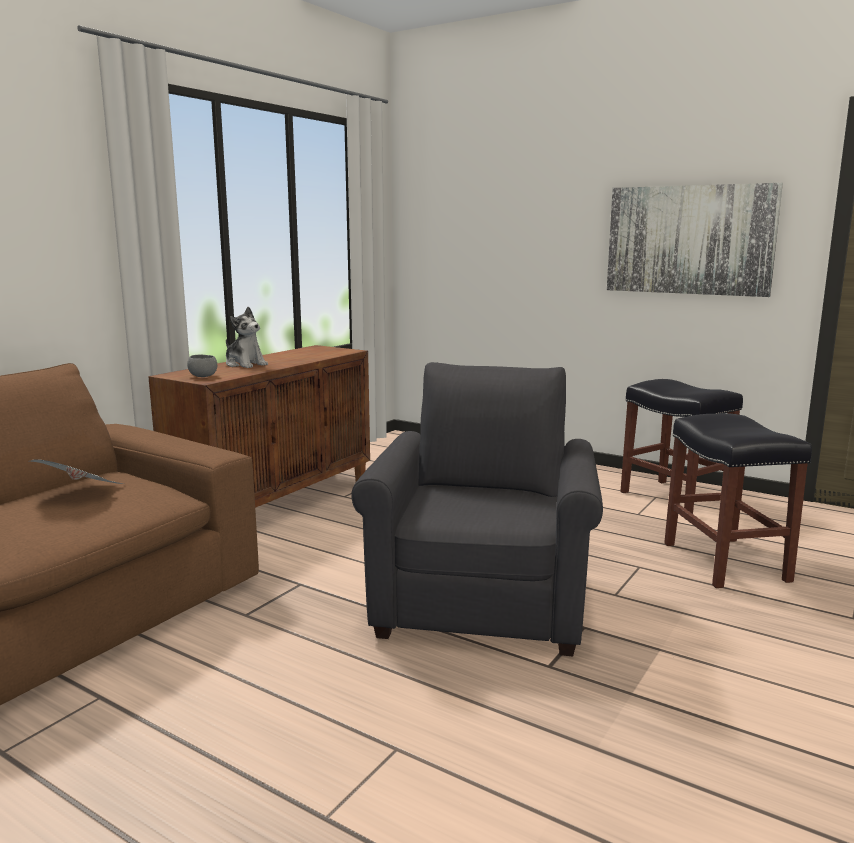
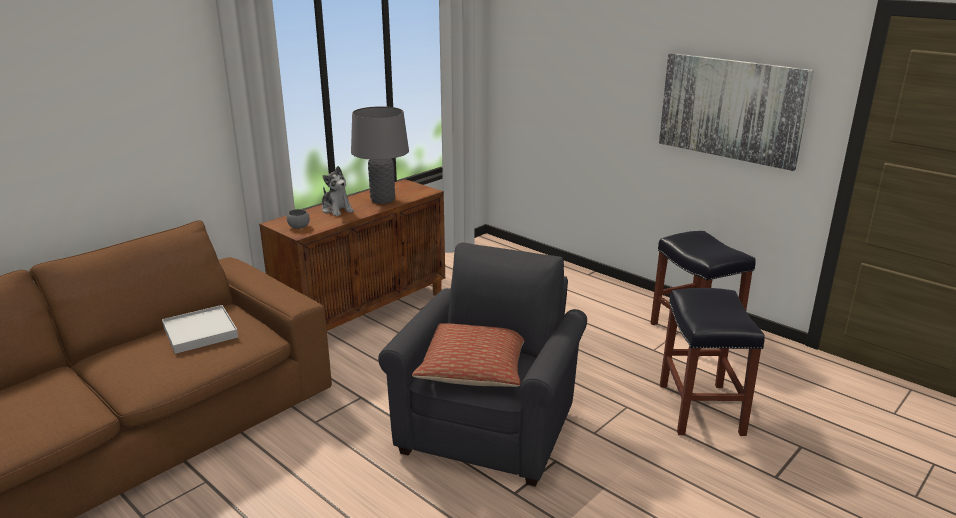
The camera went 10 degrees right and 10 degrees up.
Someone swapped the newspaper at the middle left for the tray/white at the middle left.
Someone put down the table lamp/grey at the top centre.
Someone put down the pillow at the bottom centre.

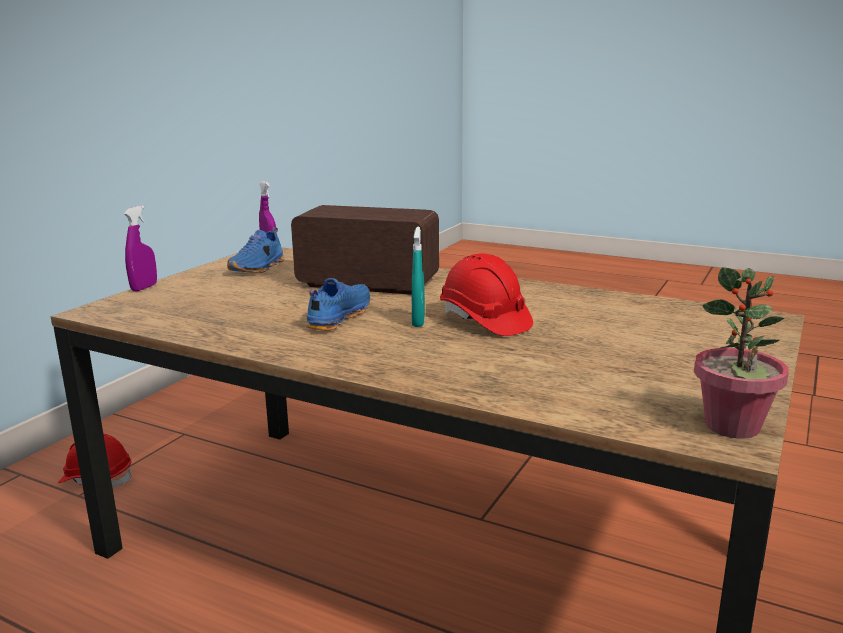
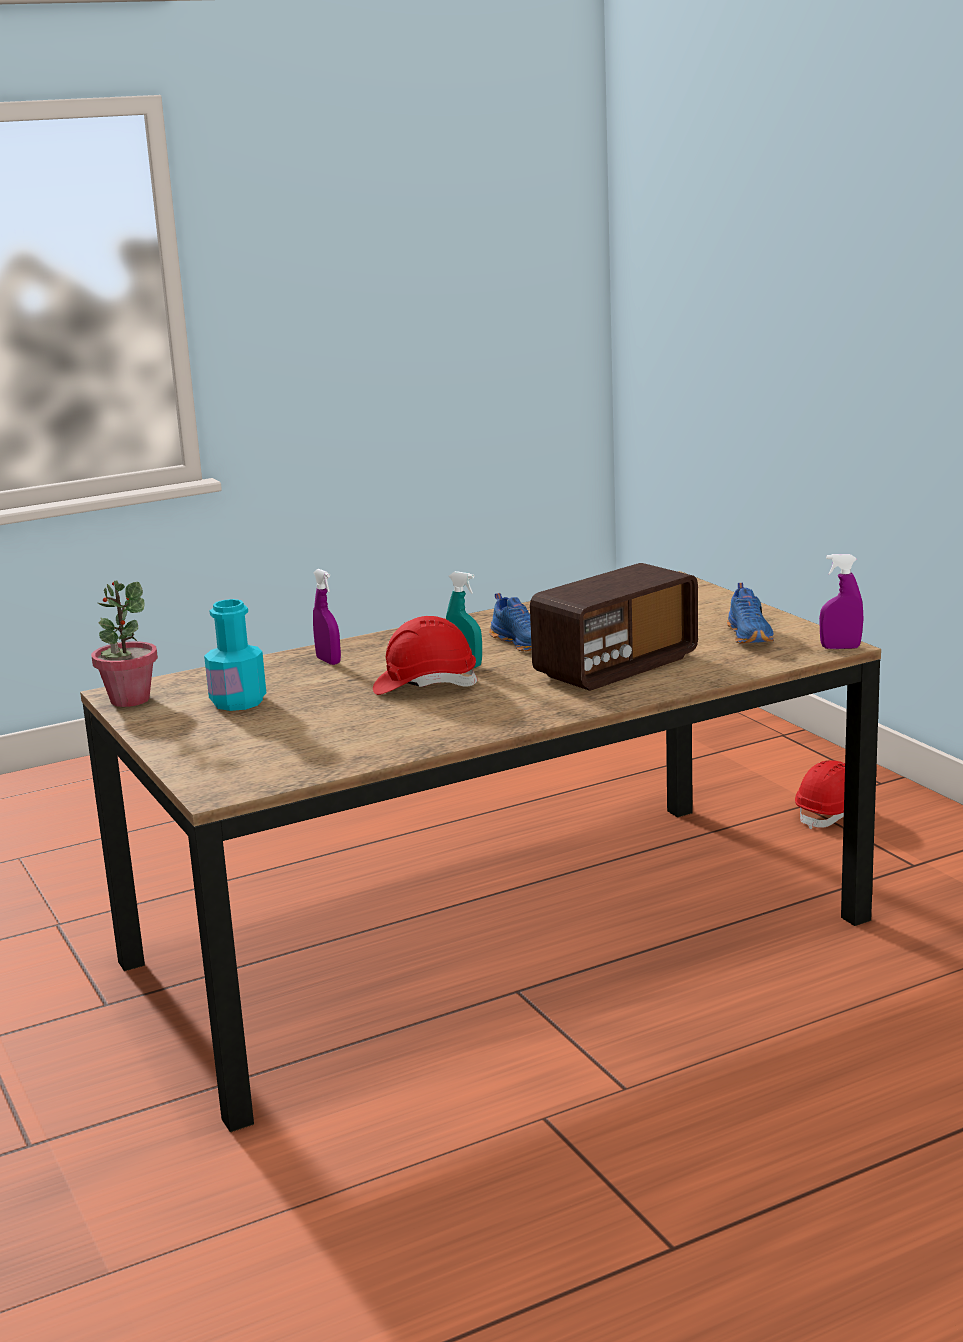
The camera went 125 degrees right and 0 degrees up.
Someone put down the bottle/turquoise at the middle left.
Someone carried the spray bottle/purple (1st from left) from the middle left to the centre.
Someone rotated the shoe/blue (1st from left in the first image) at the middle left by 150 degrees counterclockwise.

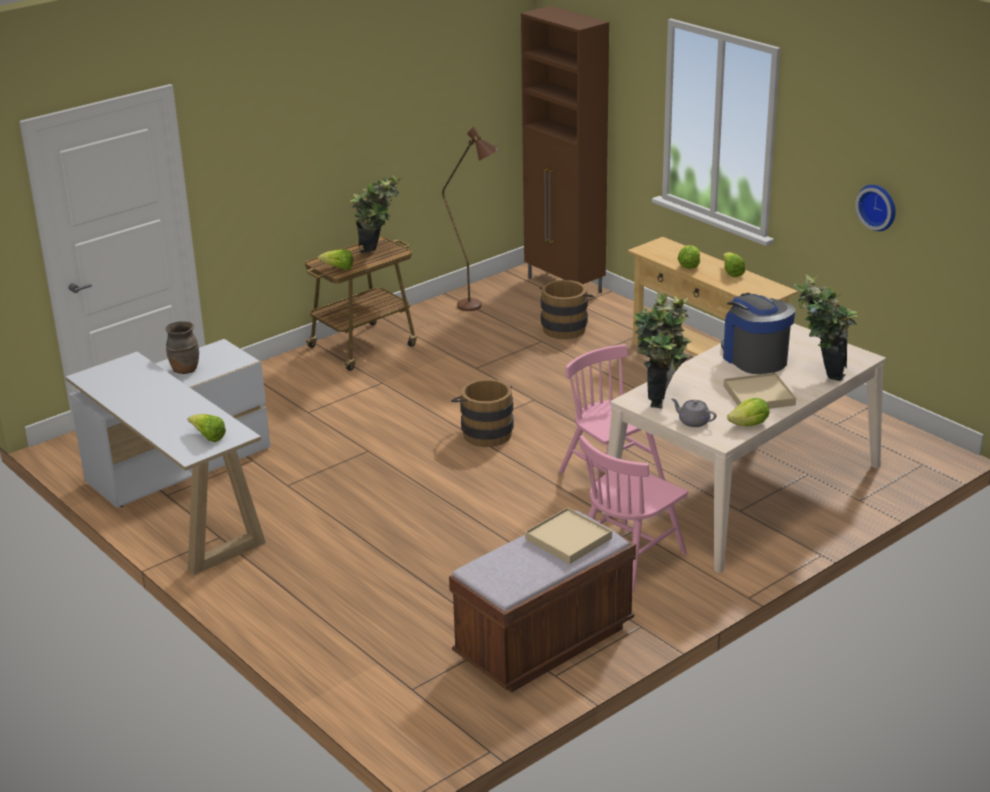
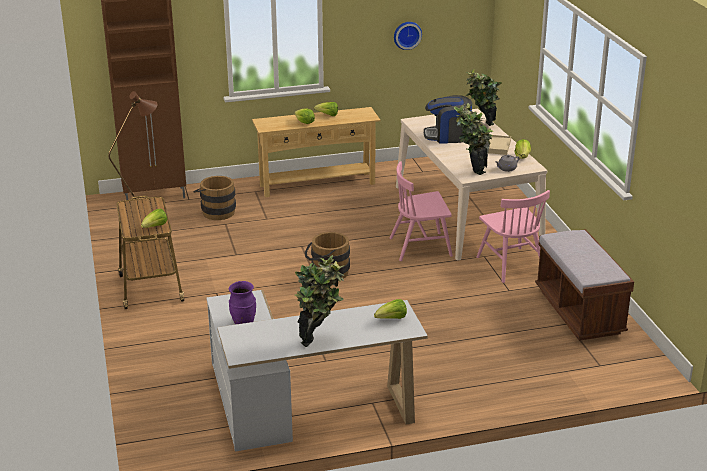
The camera went 65 degrees left and 0 degrees up.
Someone repainted the vase/brown at the middle left, which became the vase/purple at the centre.
Someone carried the potted plant (1st from left) from the top centre to the centre.
Someone took away the tray/beige (1st from left) at the bottom centre.

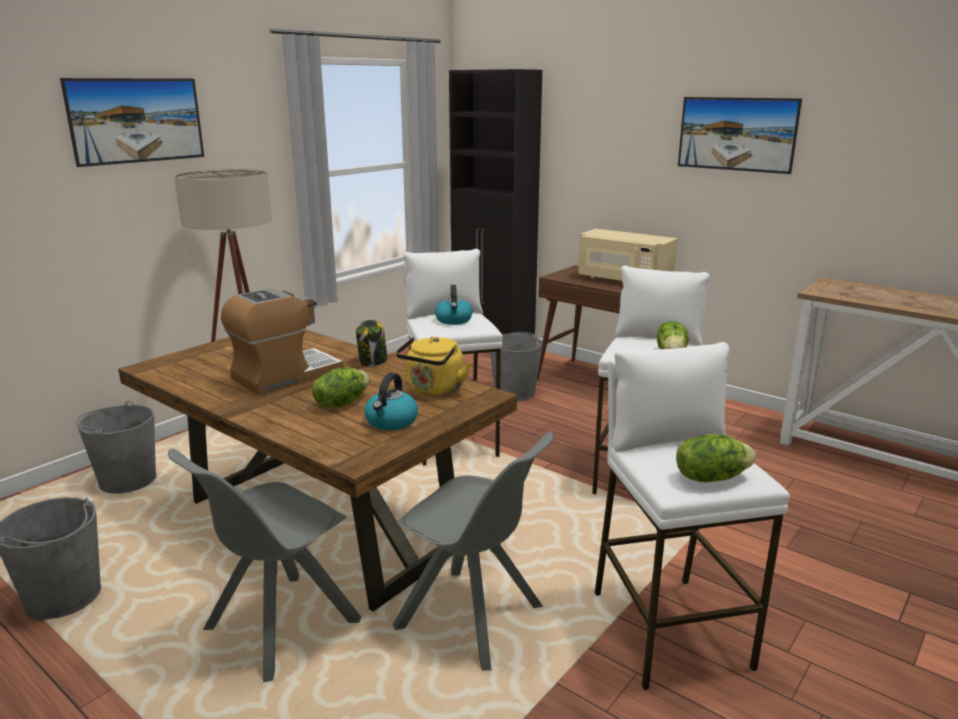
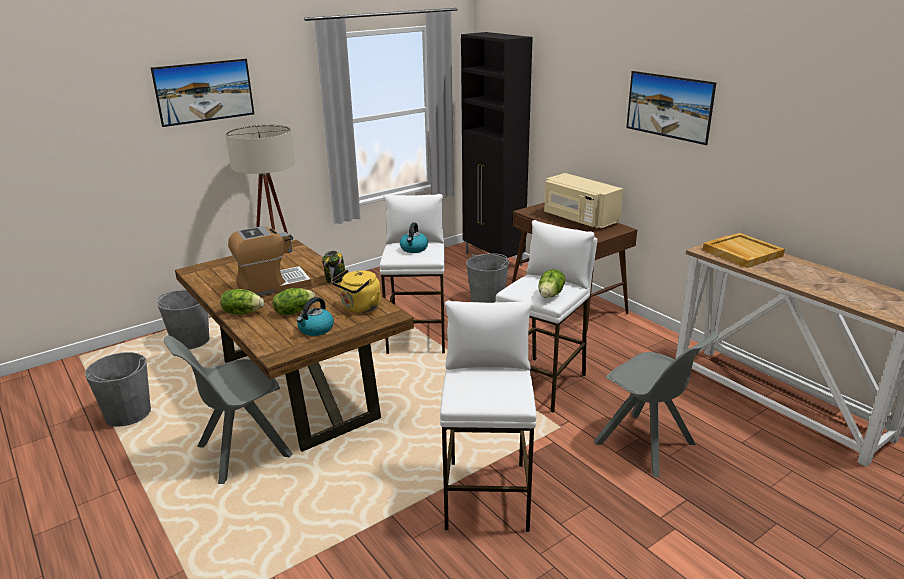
The camera went 15 degrees right and 5 degrees up.
Someone carried the lettuce (3rd from left in the first image) from the middle right to the middle left.
Someone carried the chair/grey (2nd from left) from the bottom centre to the bottom right.
Someone put down the tray/beige at the middle right.

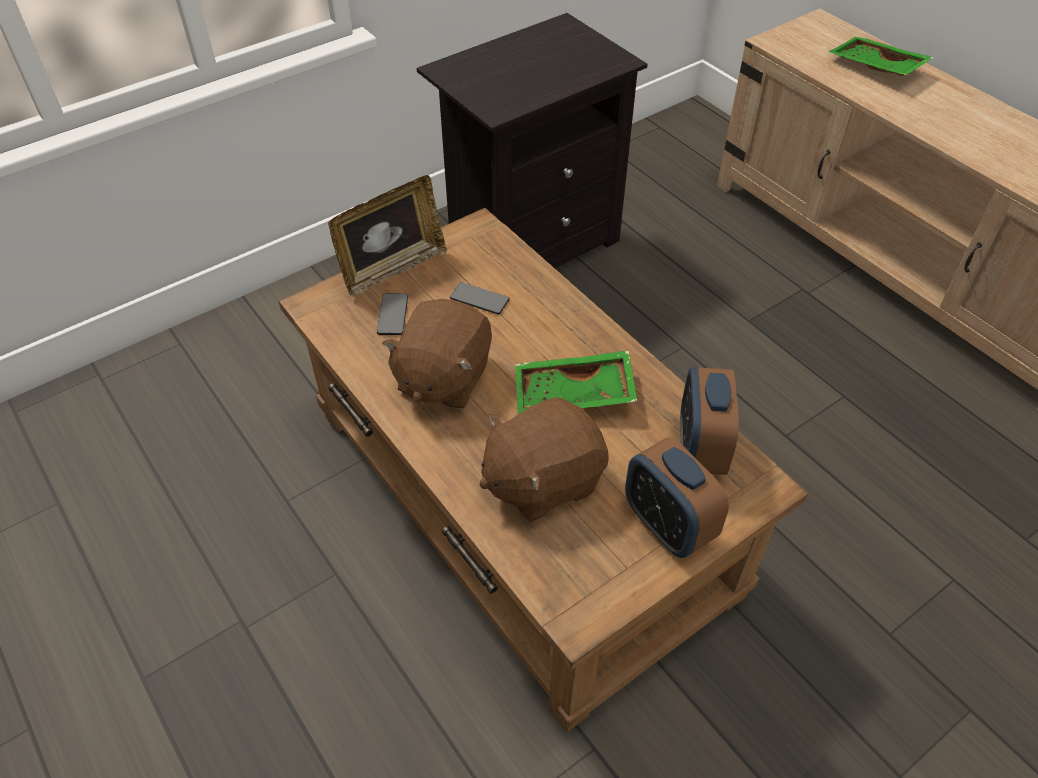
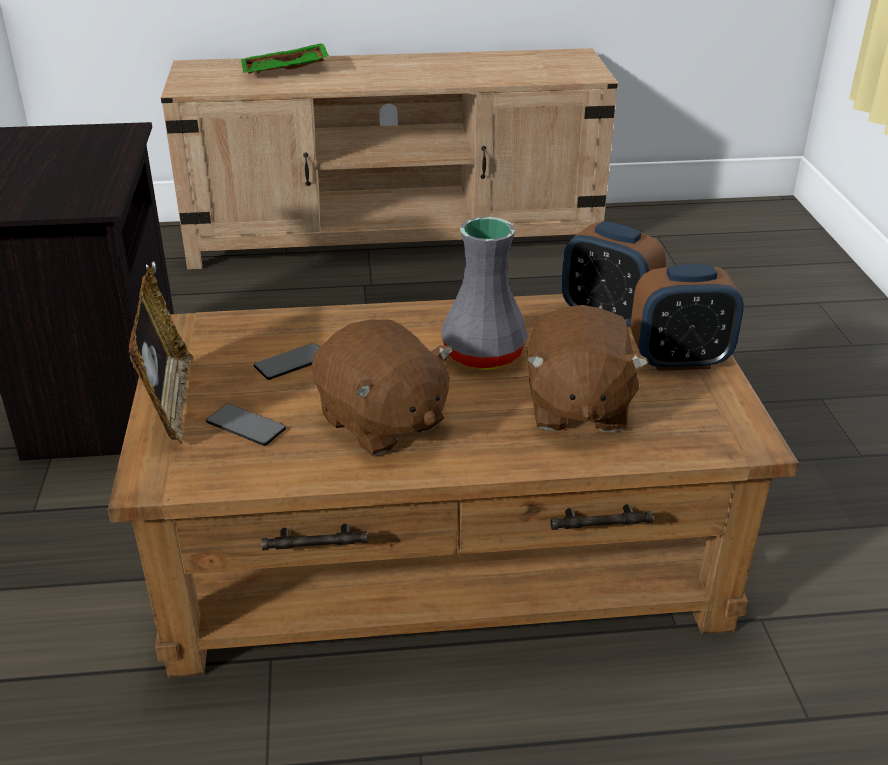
The camera went 60 degrees left and 15 degrees down.
Someone swapped the tray/green (1st from left) at the centre for the vase/grey at the centre.

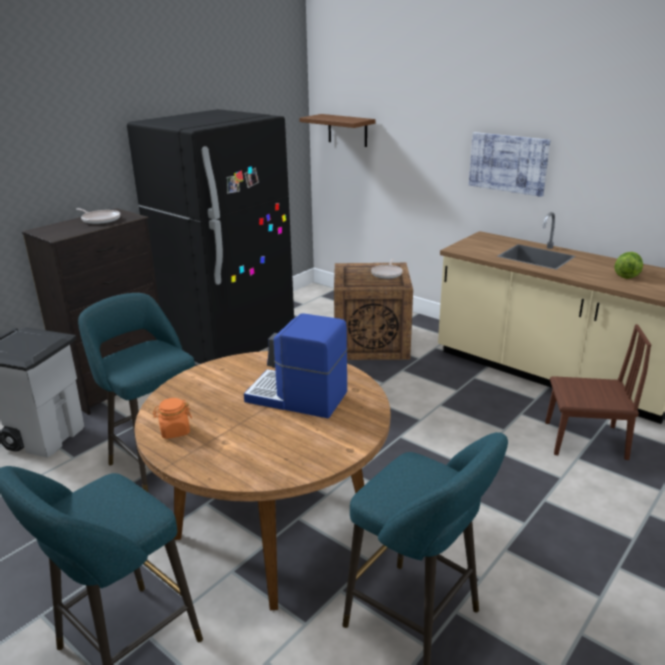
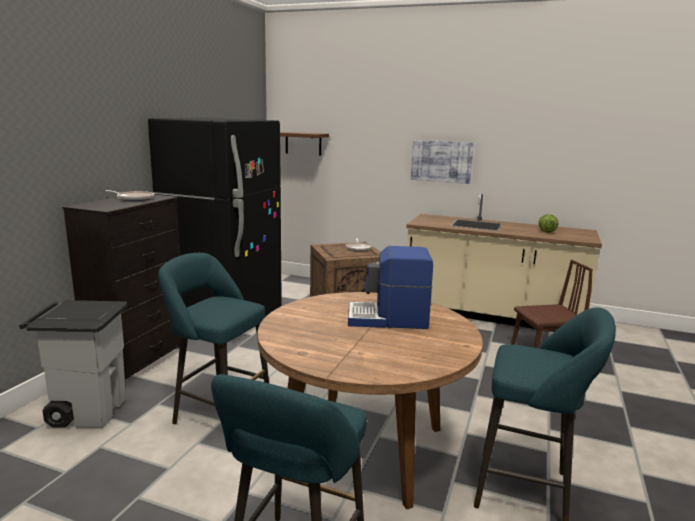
The camera went 20 degrees left and 10 degrees down.
Someone took away the jar/orange at the middle left.

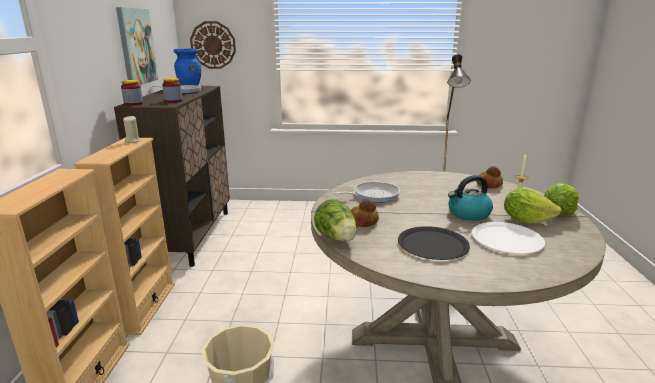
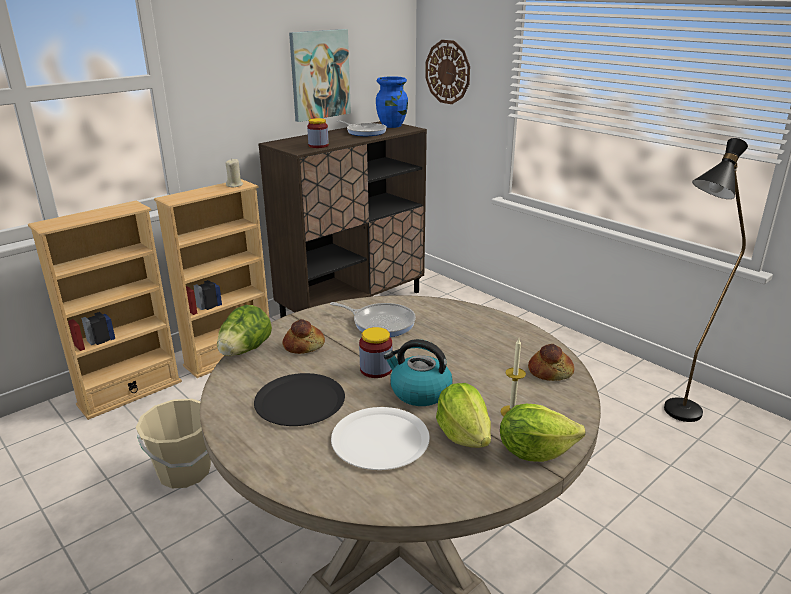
The camera went 45 degrees right and 5 degrees up.
Someone carried the jar (1st from left in the first image) from the top left to the centre.

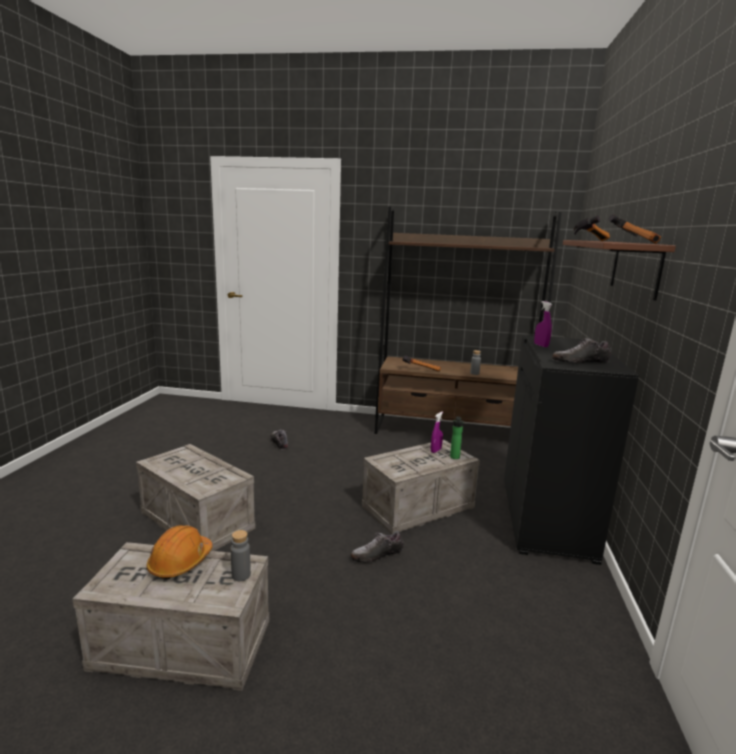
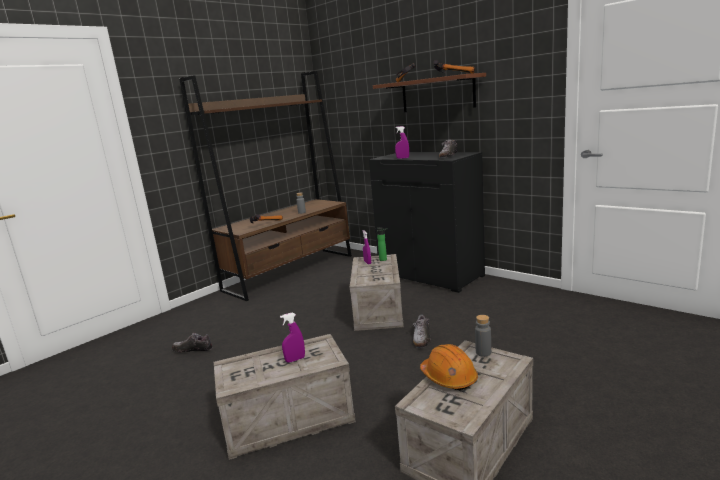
The camera went 55 degrees left and 0 degrees up.
Someone put down the spray bottle/purple (1st from left) at the bottom centre.

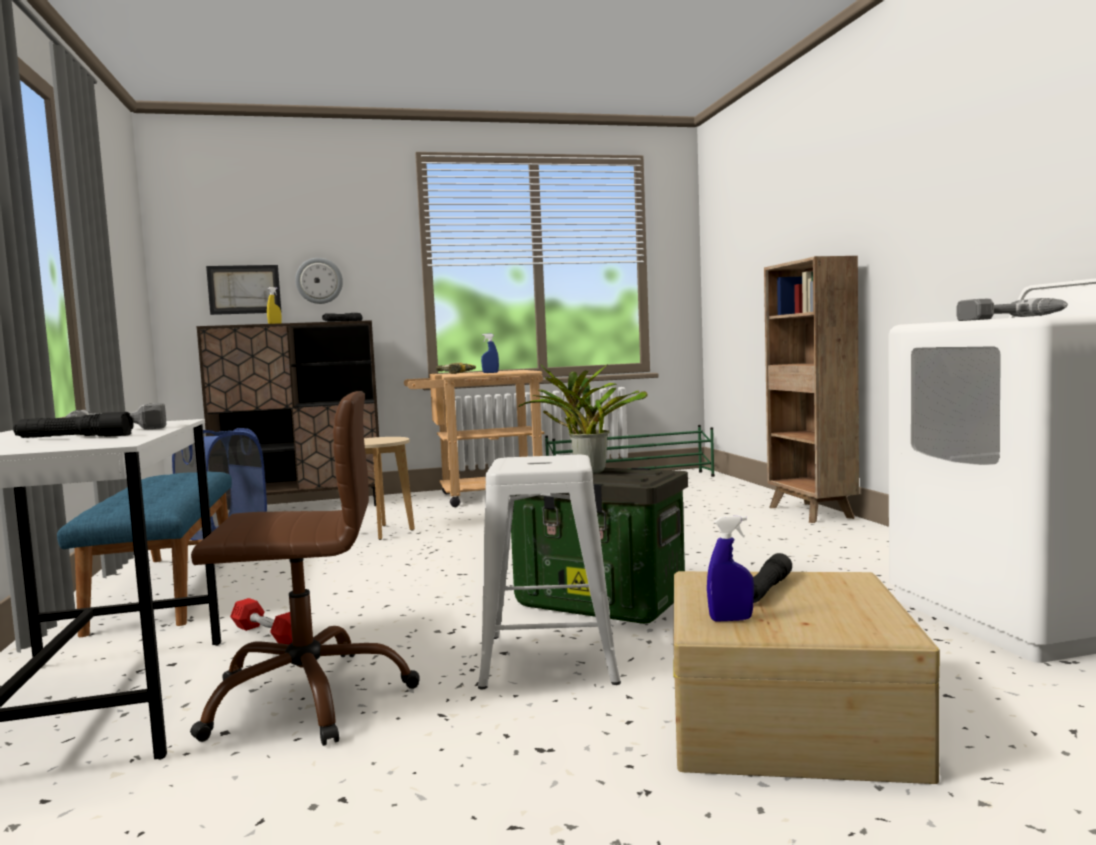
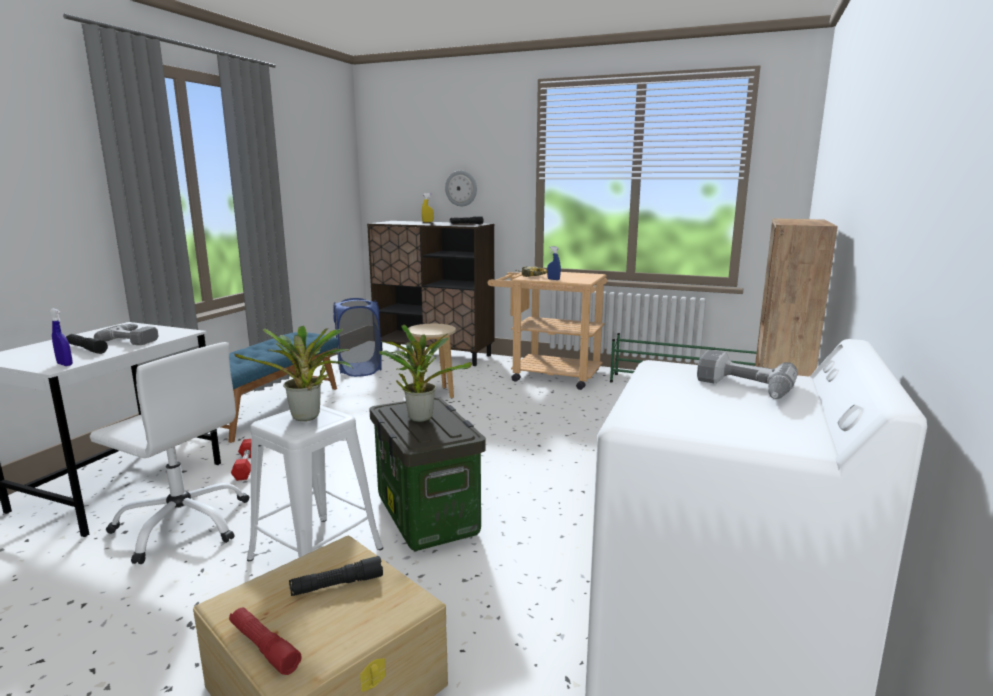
The camera went 35 degrees right and 10 degrees up.
Someone carried the spray bottle/blue (2nd from left in the first image) from the bottom centre to the middle left.
Someone repainted the office chair/brown at the bottom left, which became the office chair/white at the middle left.
Someone put down the flashlight/red at the bottom left.
Someone put down the potted plant (1st from left) at the middle left.
Someone took away the picture at the middle left.

